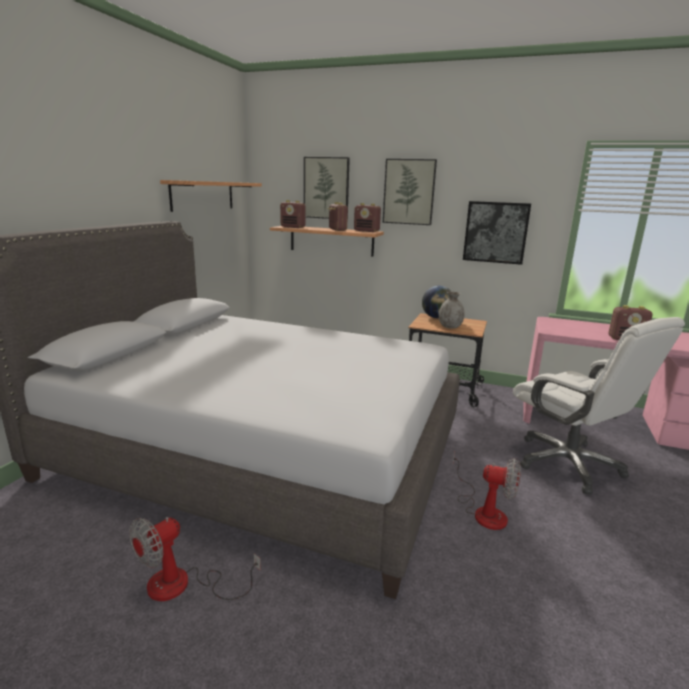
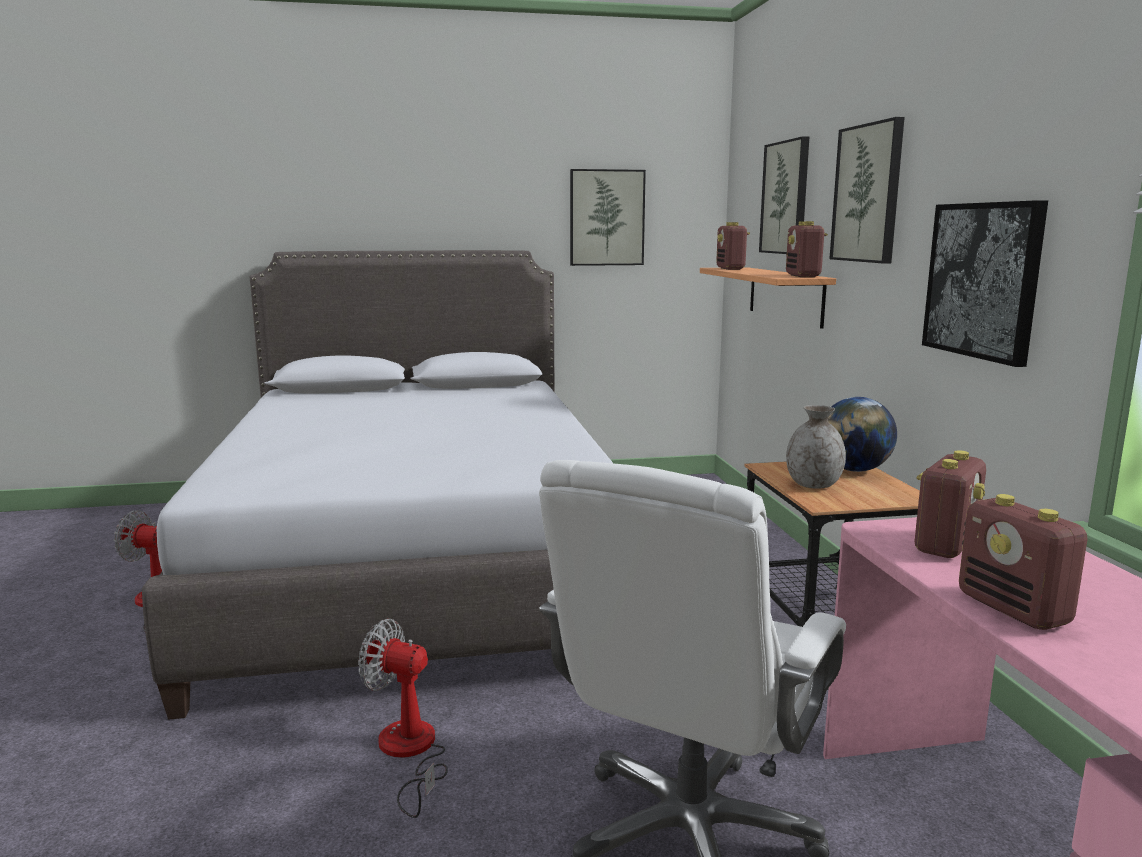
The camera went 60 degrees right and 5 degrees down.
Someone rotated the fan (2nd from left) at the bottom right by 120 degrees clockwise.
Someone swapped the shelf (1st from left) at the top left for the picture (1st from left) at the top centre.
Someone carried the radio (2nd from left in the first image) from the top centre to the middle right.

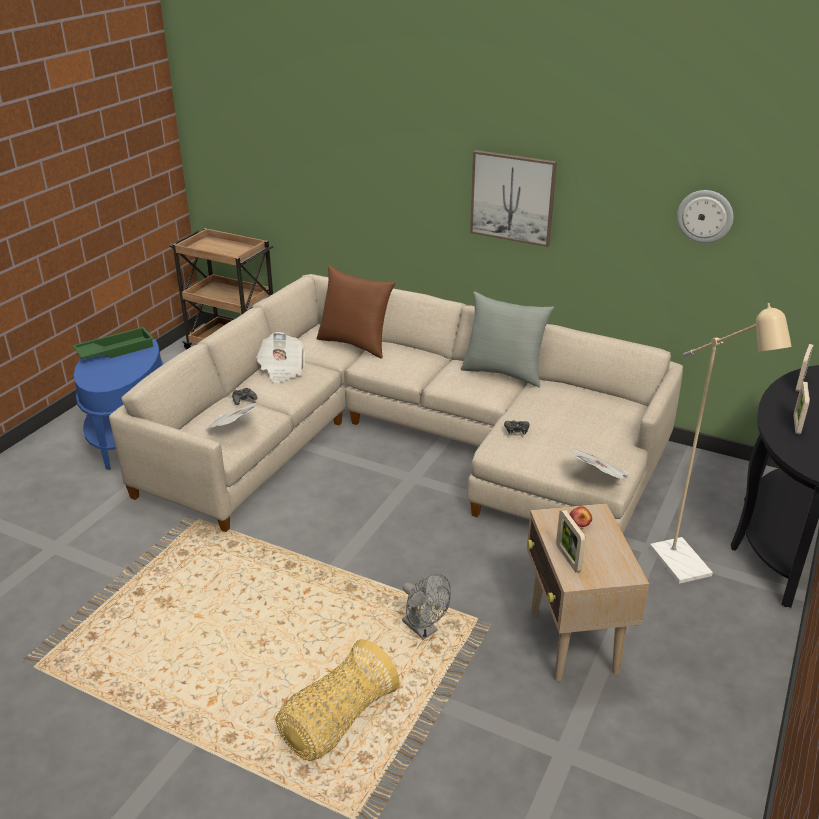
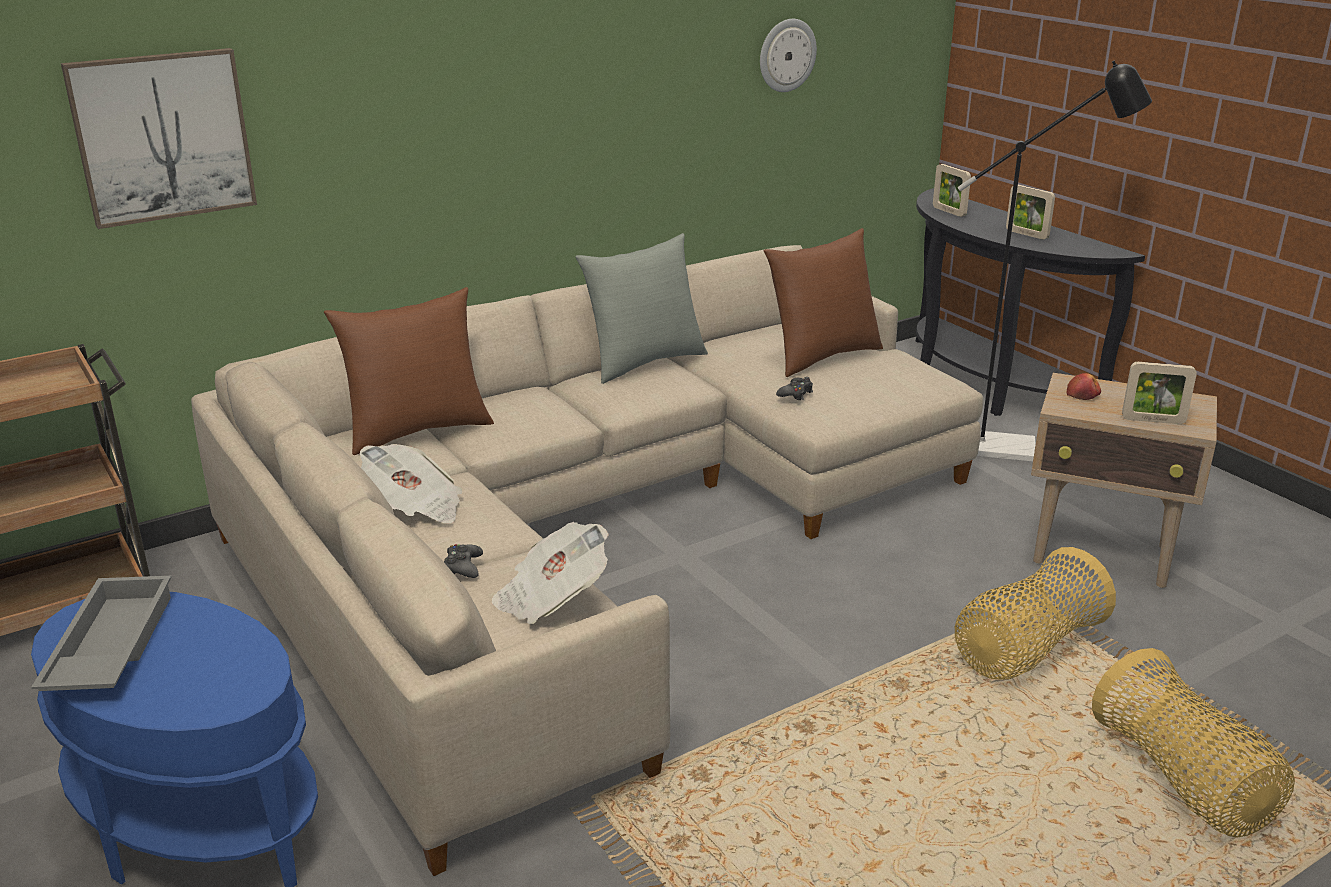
The camera went 60 degrees left and 5 degrees down.
Someone repainted the tray/green at the middle left, which became the tray/grey at the bottom left.
Someone carried the picture from the top centre to the top left.
Someone put down the pillow/brown (2nd from left) at the centre.
Someone swapped the fan/grey at the bottom centre for the basket (1st from left) at the bottom right.
Someone repainted the floor lamp/beige at the middle right, which became the floor lamp/black at the top right.
Someone took away the newspaper (3rd from left) at the middle right.

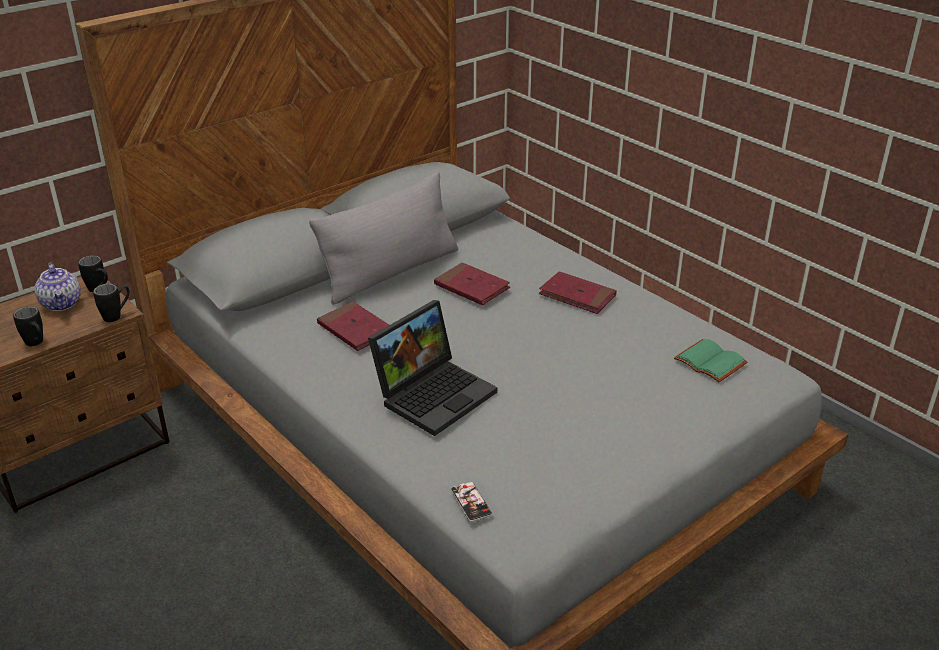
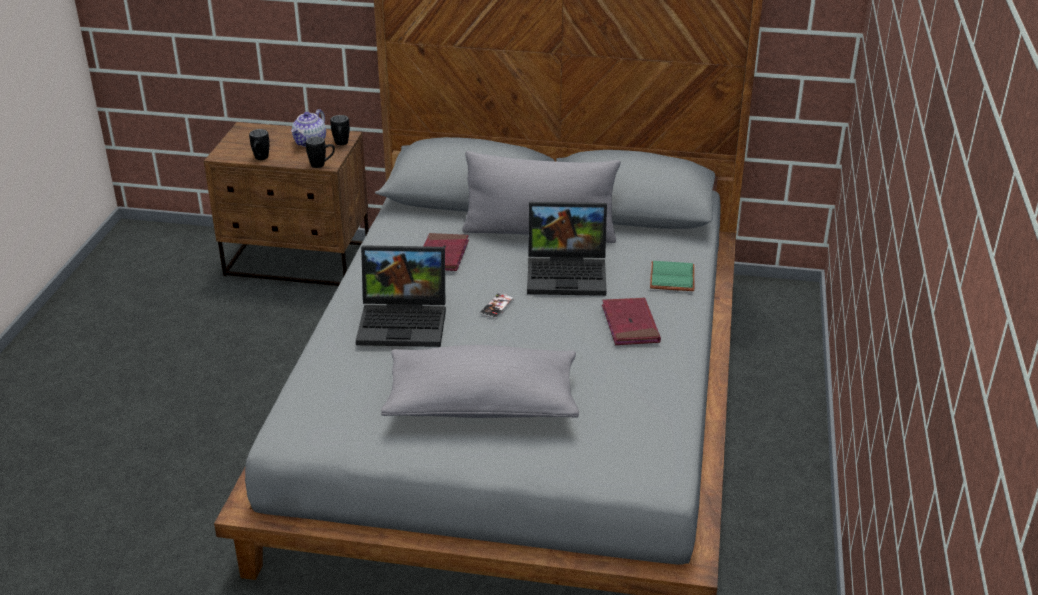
The camera went 50 degrees right and 0 degrees up.
Someone put down the pillow/grey (1st from left) at the centre.
Someone carried the phone from the bottom centre to the centre.
Someone swapped the book/red (2nd from left) at the centre for the laptop (2nd from left) at the centre.
Someone carried the book/green from the middle right to the centre.

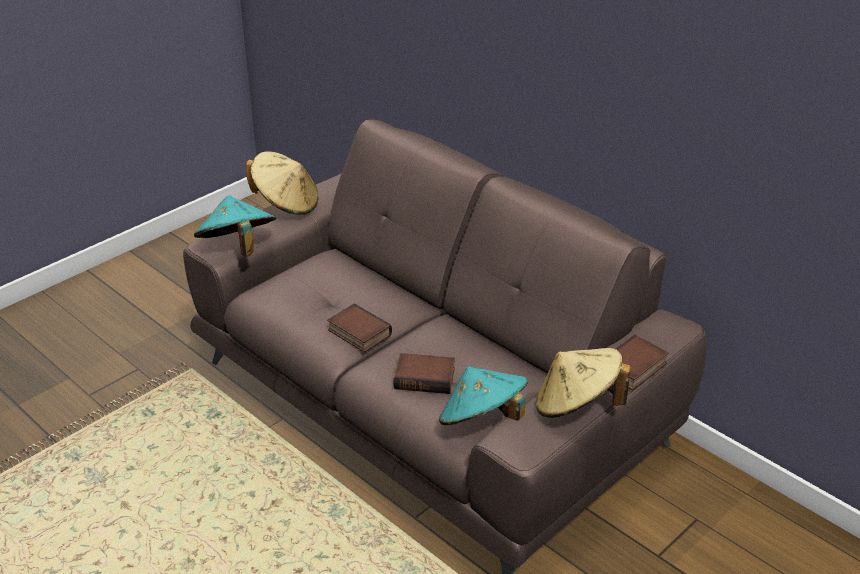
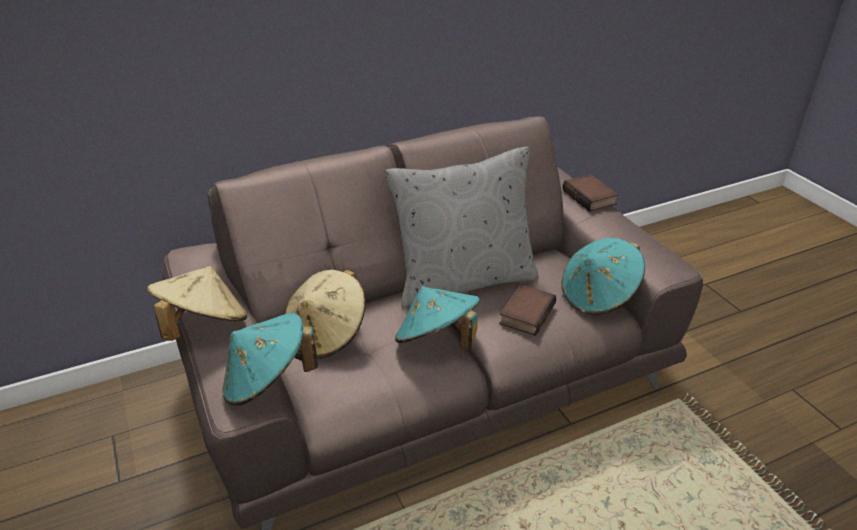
The camera went 70 degrees left and 0 degrees up.
Someone carried the hat/beige (2nd from left) from the bottom right to the centre.
Someone put down the pillow/grey at the centre.
Someone swapped the book (1st from left) at the centre for the hat/turquoise (2nd from left) at the centre.

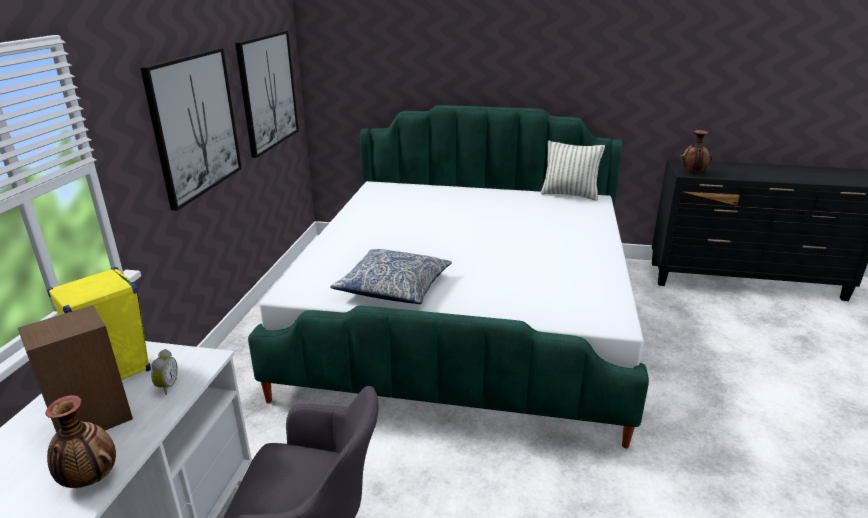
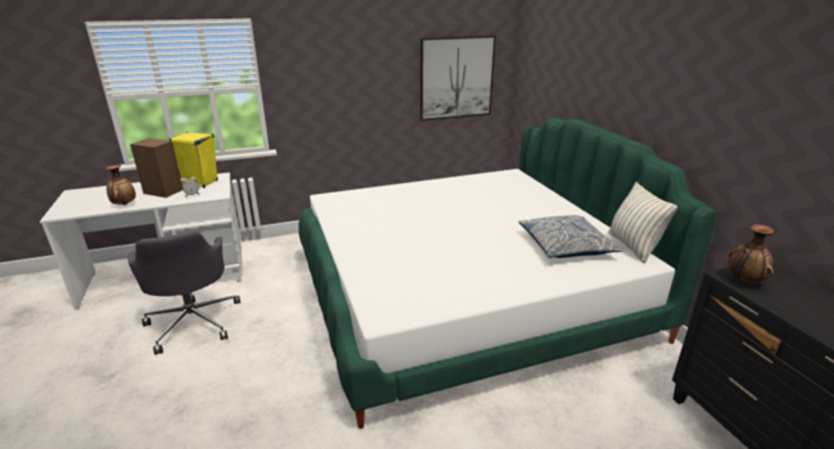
The camera went 60 degrees right and 0 degrees up.
Someone carried the pillow (1st from left) from the centre to the middle right.
Someone took away the picture (1st from left) at the top left.

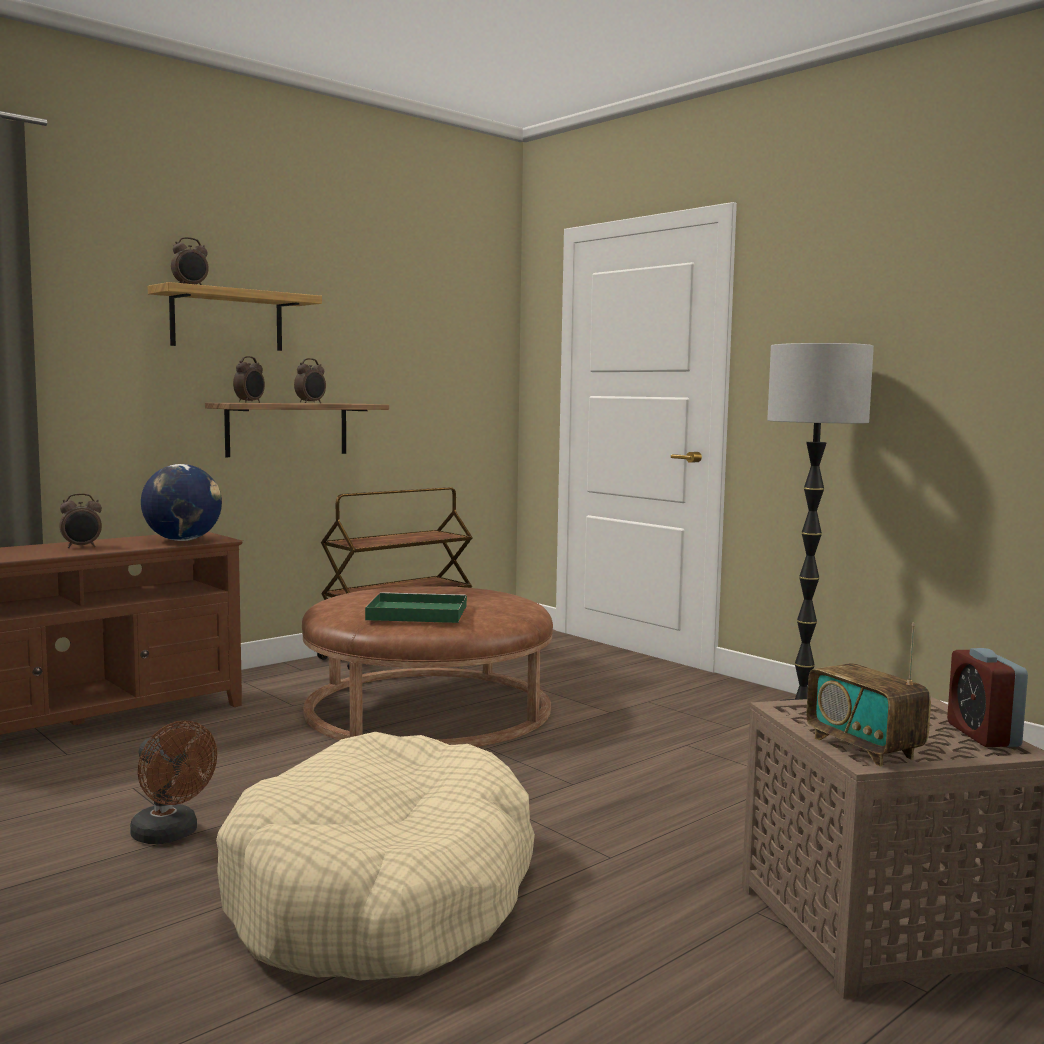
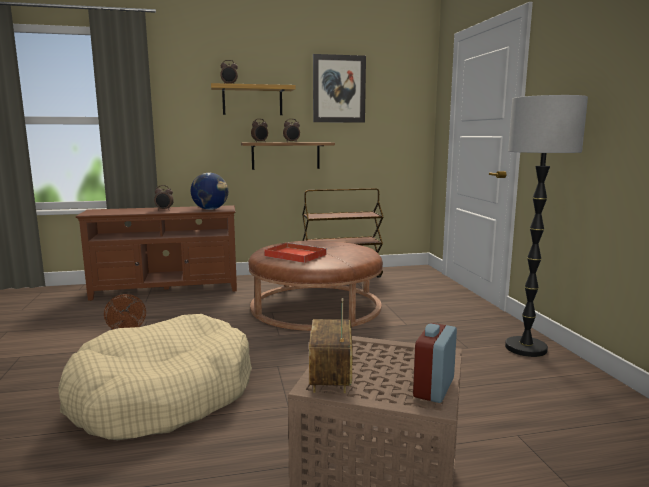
The camera went 30 degrees right and 5 degrees up.
Someone repainted the tray/green at the centre, which became the tray/red at the centre.
Someone put up the picture at the top centre.

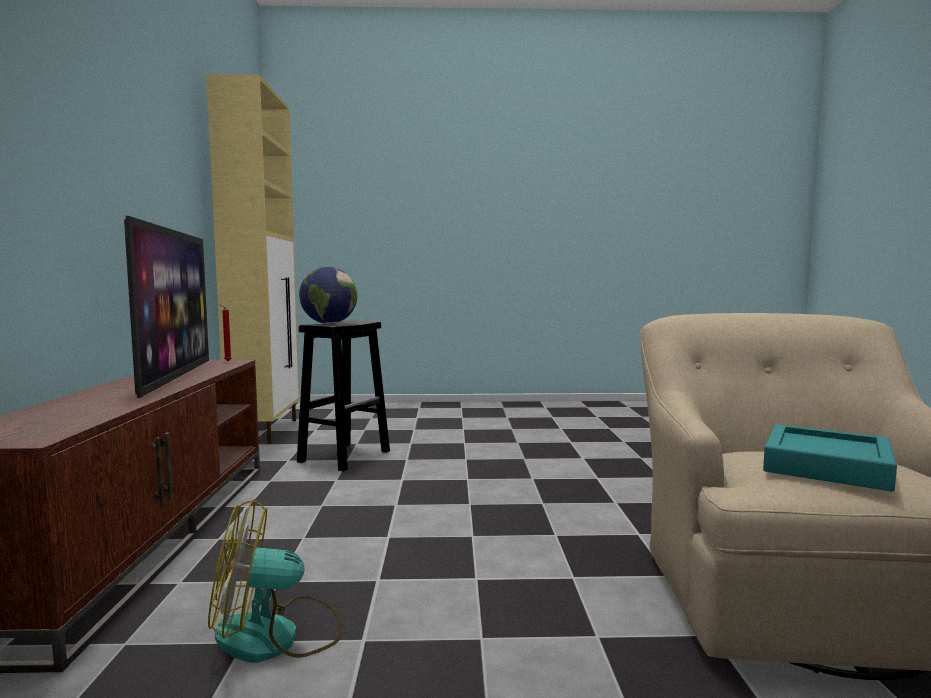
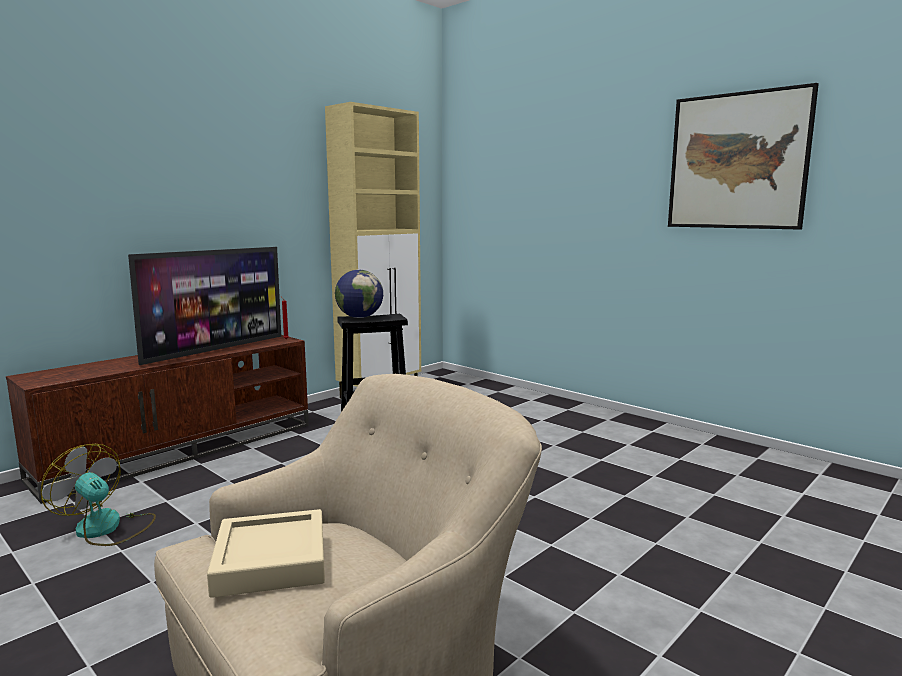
The camera went 45 degrees right and 5 degrees up.
Someone repainted the tray/turquoise at the middle right, which became the tray/beige at the bottom left.
Someone put up the picture at the top right.

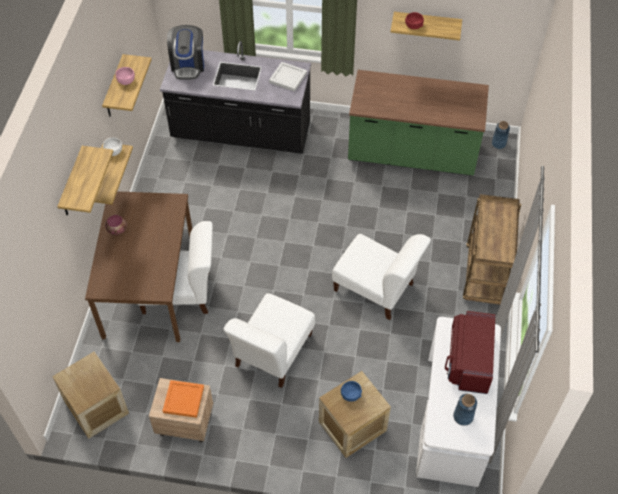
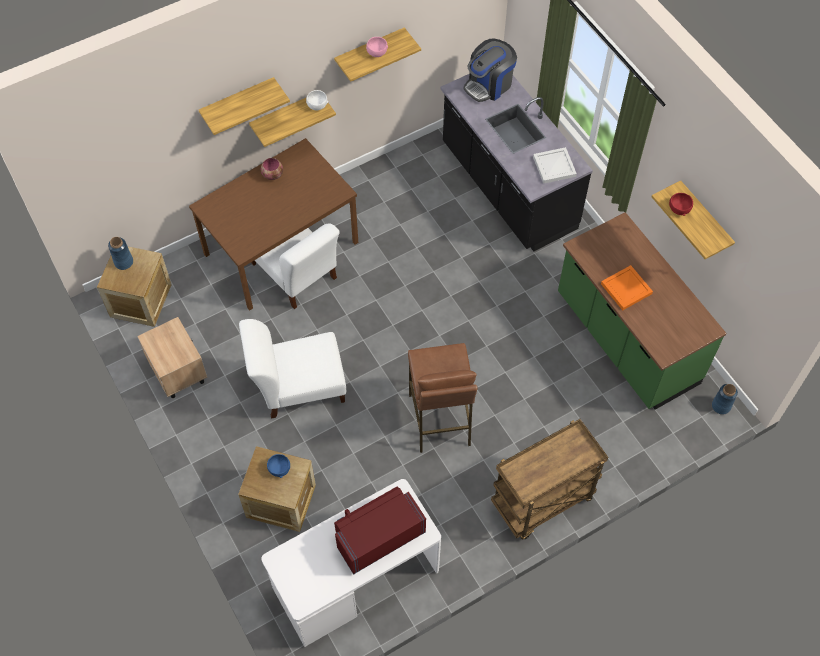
The camera went 50 degrees right and 5 degrees up.
Someone carried the vase/blue (1st from left) from the bottom right to the middle left.
Someone swapped the chair/white (3rd from left) at the centre for the stool/brown at the centre.
Someone carried the tray/orange from the bottom left to the middle right.

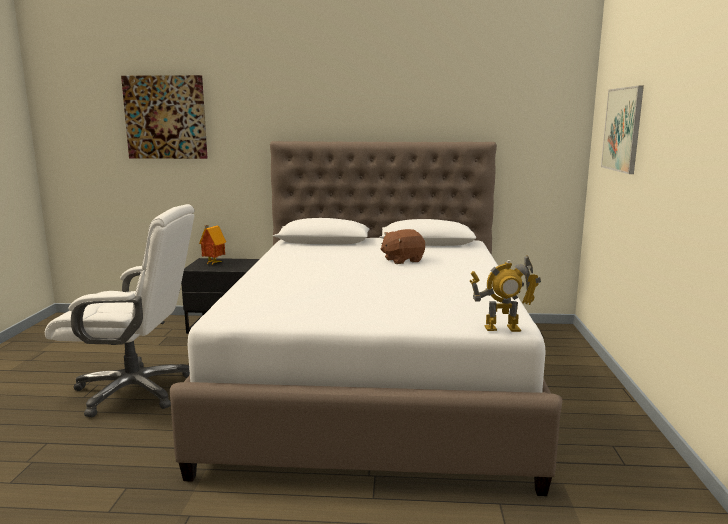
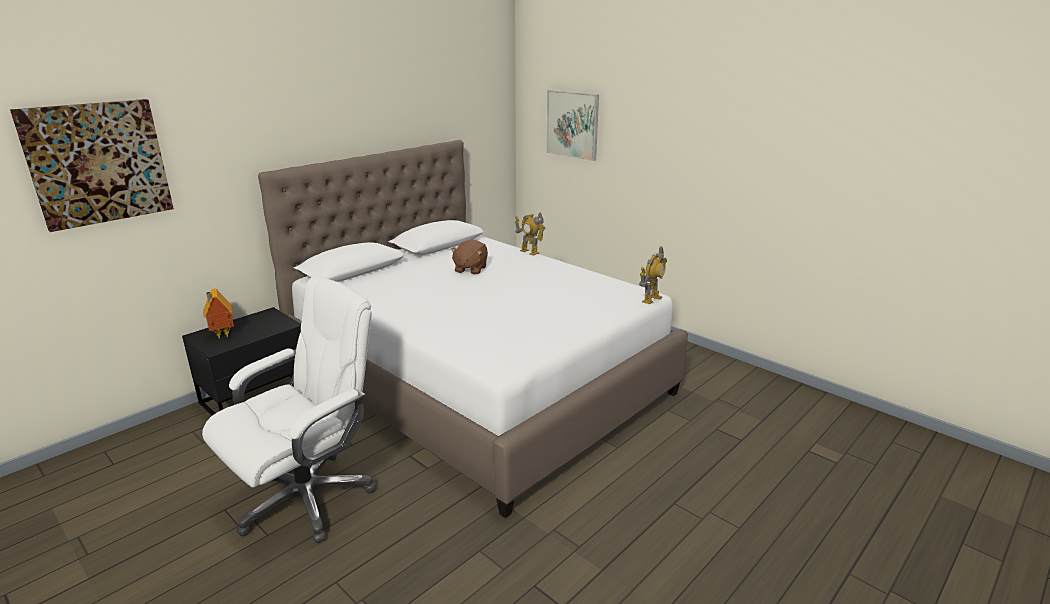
The camera went 50 degrees left and 10 degrees up.
Someone put down the toy robot (1st from left) at the centre.

